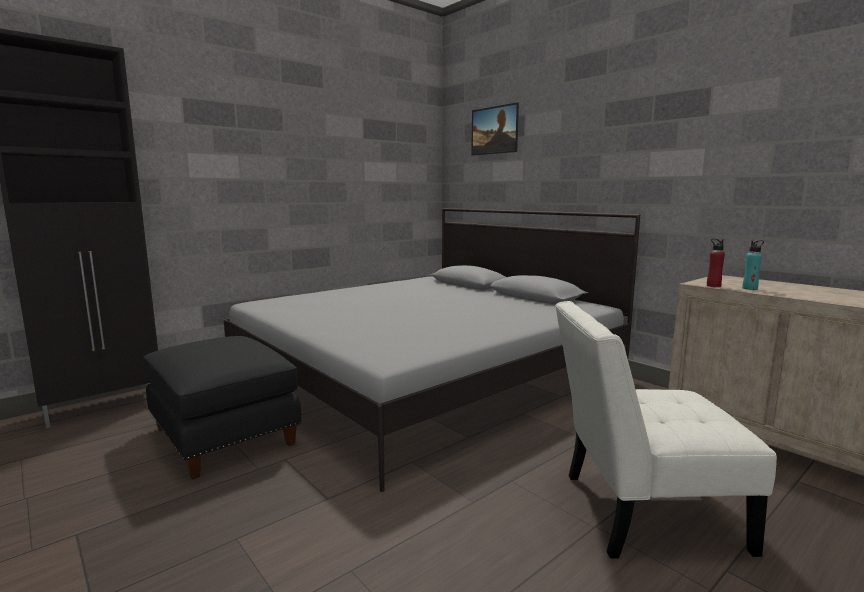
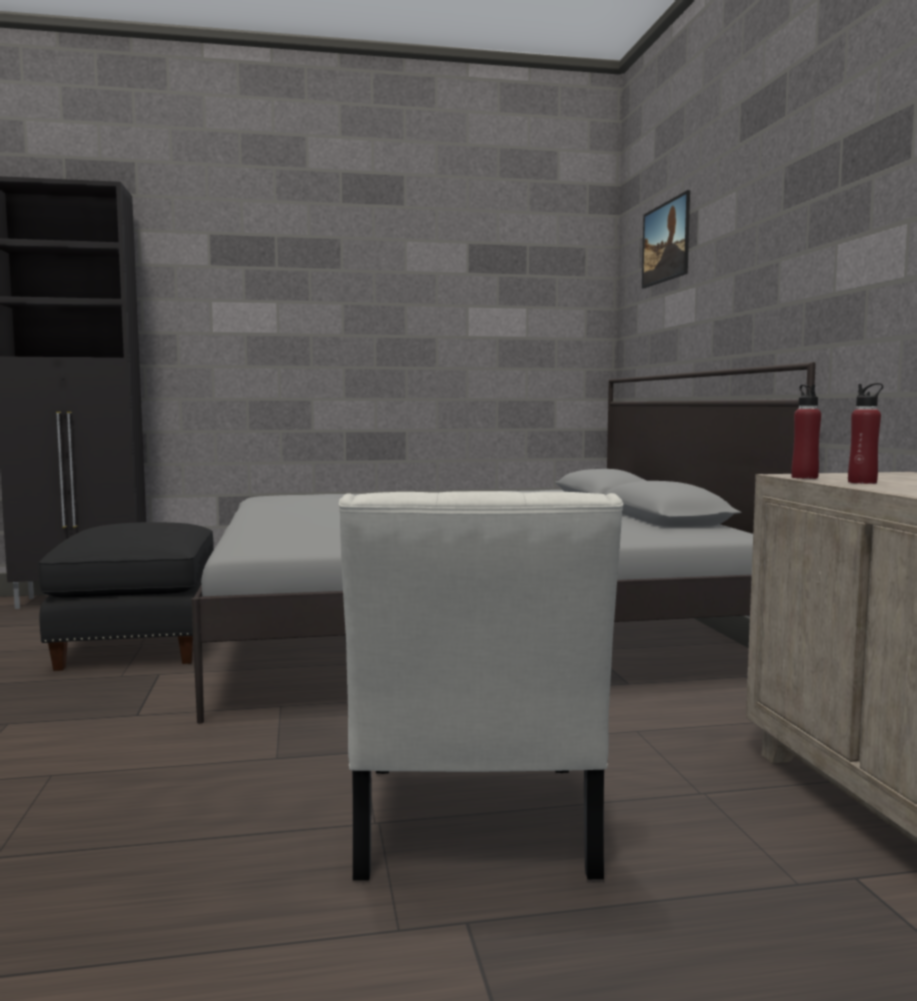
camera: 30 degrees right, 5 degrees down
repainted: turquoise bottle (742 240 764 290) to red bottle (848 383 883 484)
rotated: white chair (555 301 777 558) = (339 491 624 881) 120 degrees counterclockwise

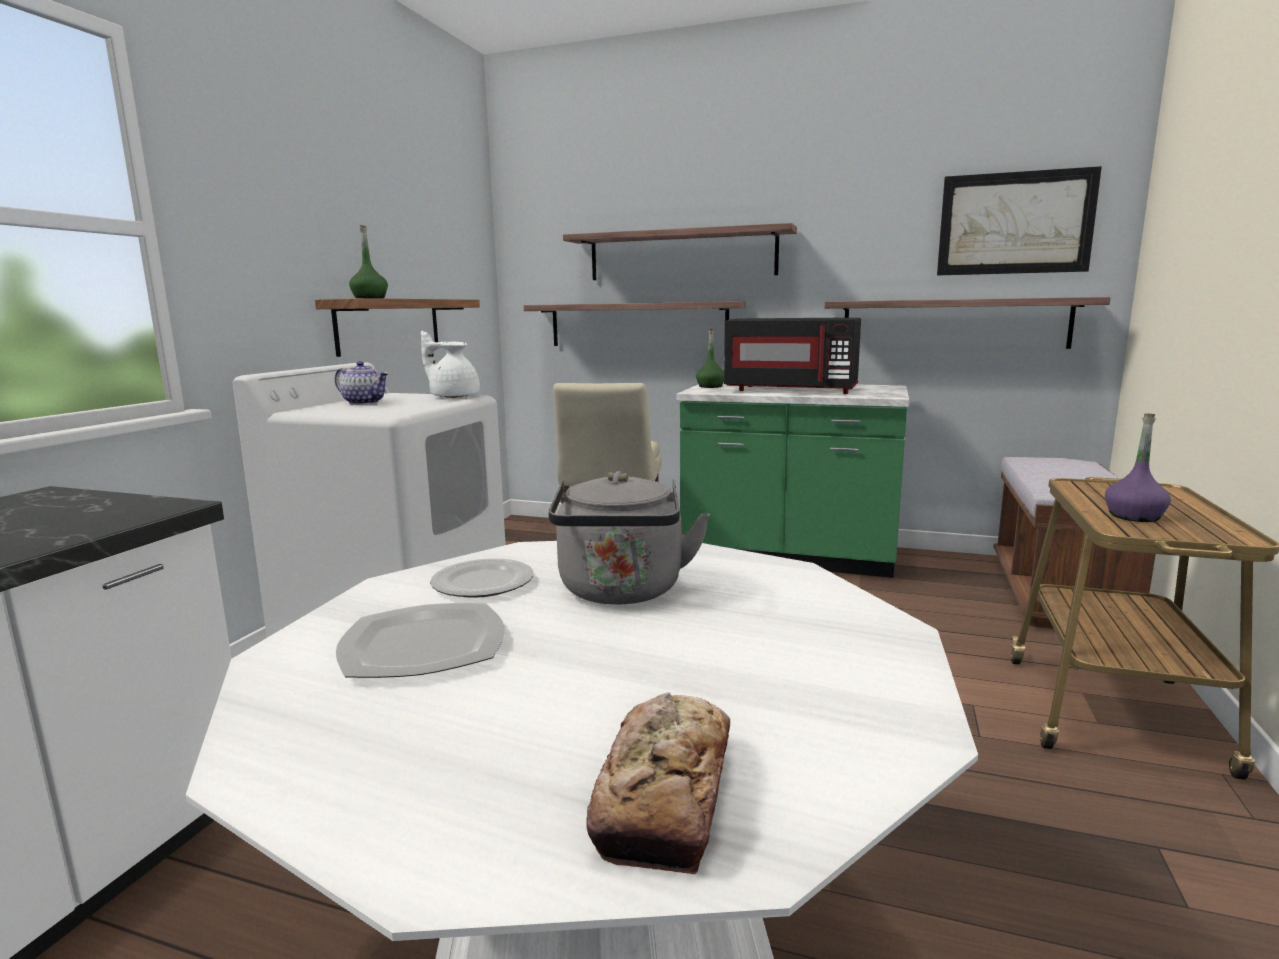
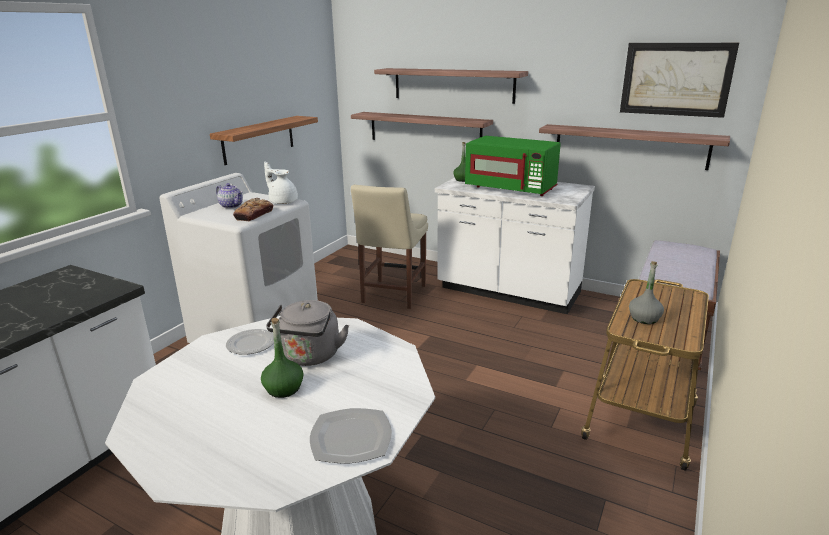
camera: 10 degrees right, 10 degrees up
shifted: green bottle (349 225 388 299) to (261 318 304 398); plate (336 603 505 678) to (310 408 392 463); bread (586 693 730 874) to (233 198 273 221)
repainted: black microwave (724 318 861 394) to green microwave (465 136 561 196); green counter (677 383 909 578) to white counter (435 178 595 314); purple bottle (1105 413 1171 522) to grey bottle (629 261 664 324)

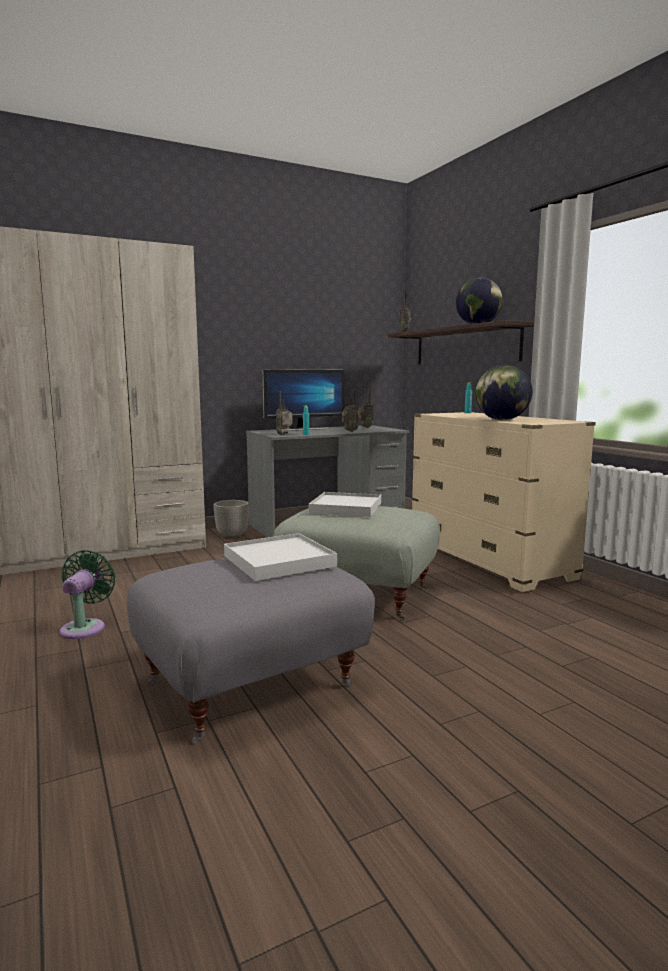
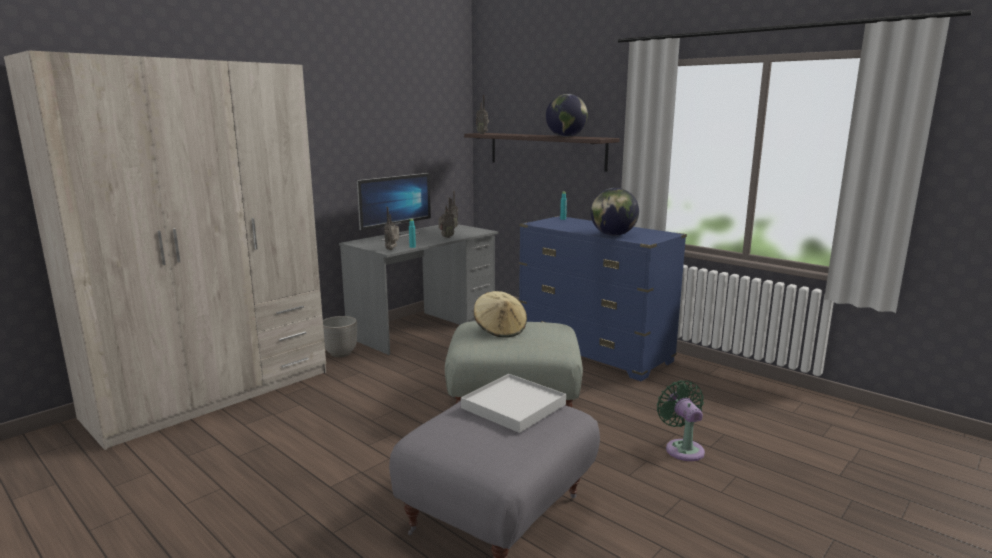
camera: 20 degrees left, 5 degrees up
shifted: green fan (60 550 116 639) to (657 380 705 461)
swapped: white tray (308 492 381 517) to beige hat (474 291 527 338)
repainted: beige dresser (412 412 596 592) to blue dresser (519 216 687 381)

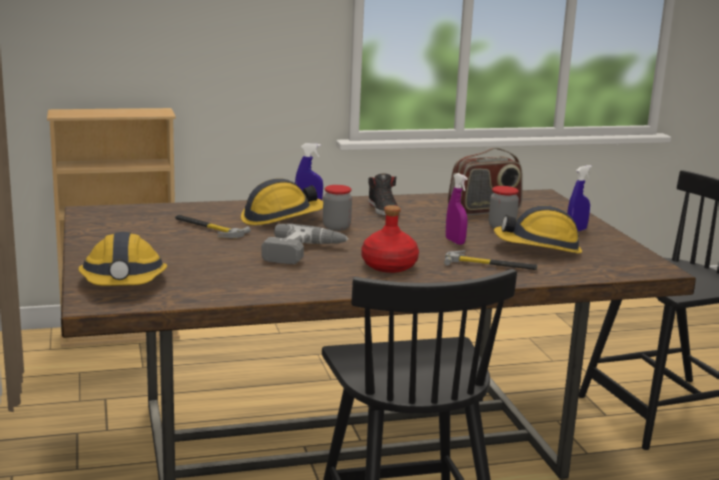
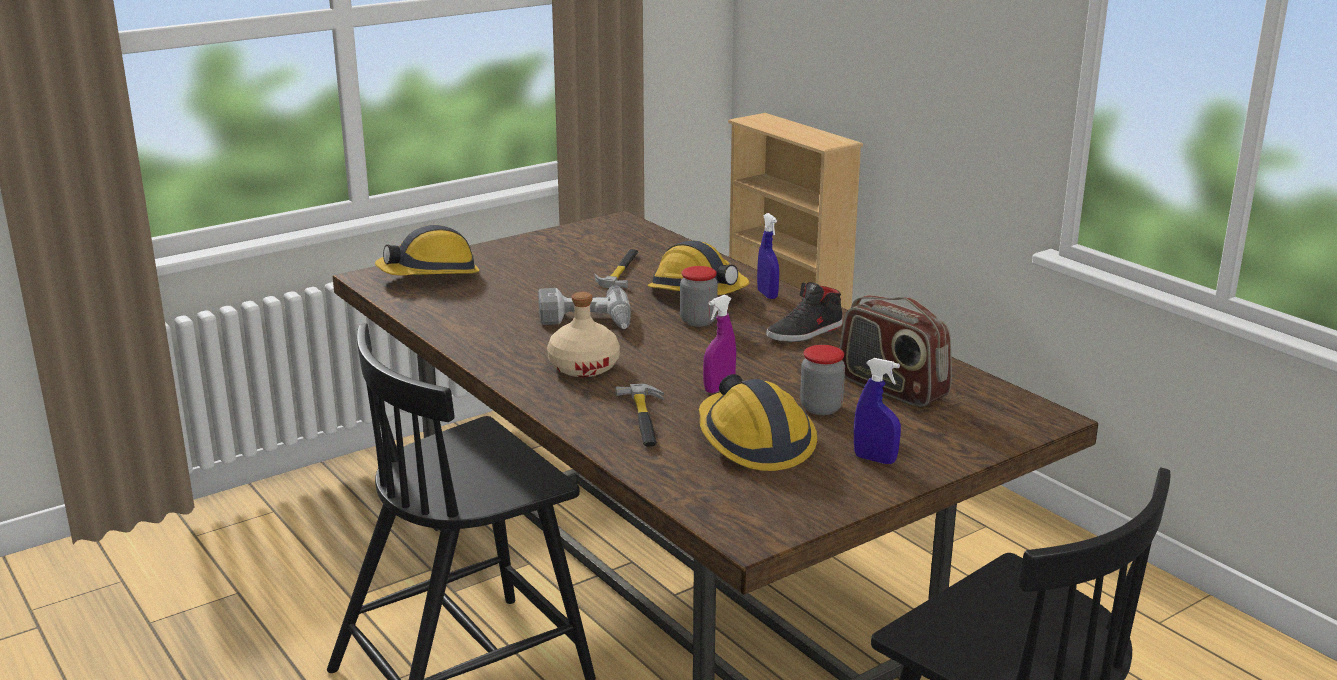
camera: 70 degrees right, 5 degrees up
repainted: red bottle (361 205 419 273) to beige bottle (547 292 620 377)

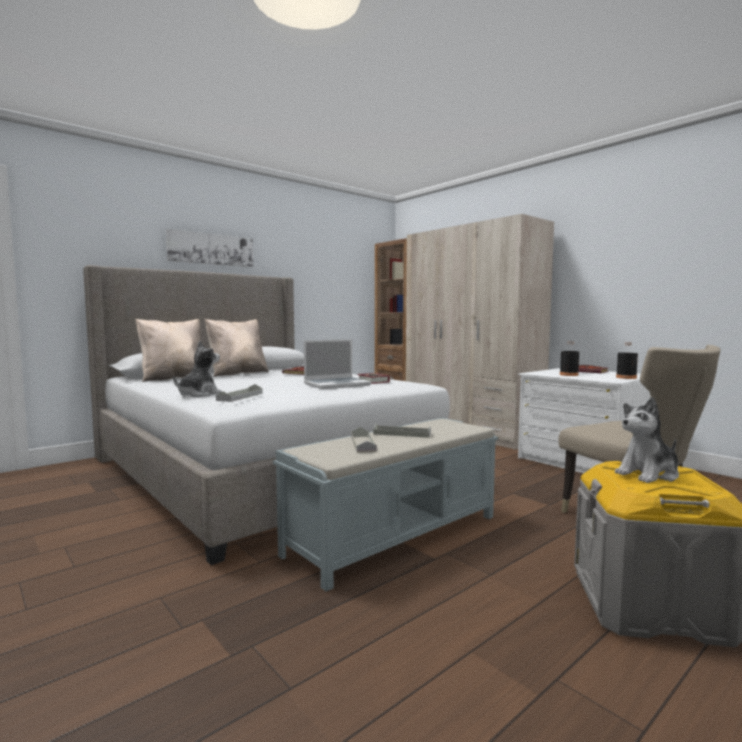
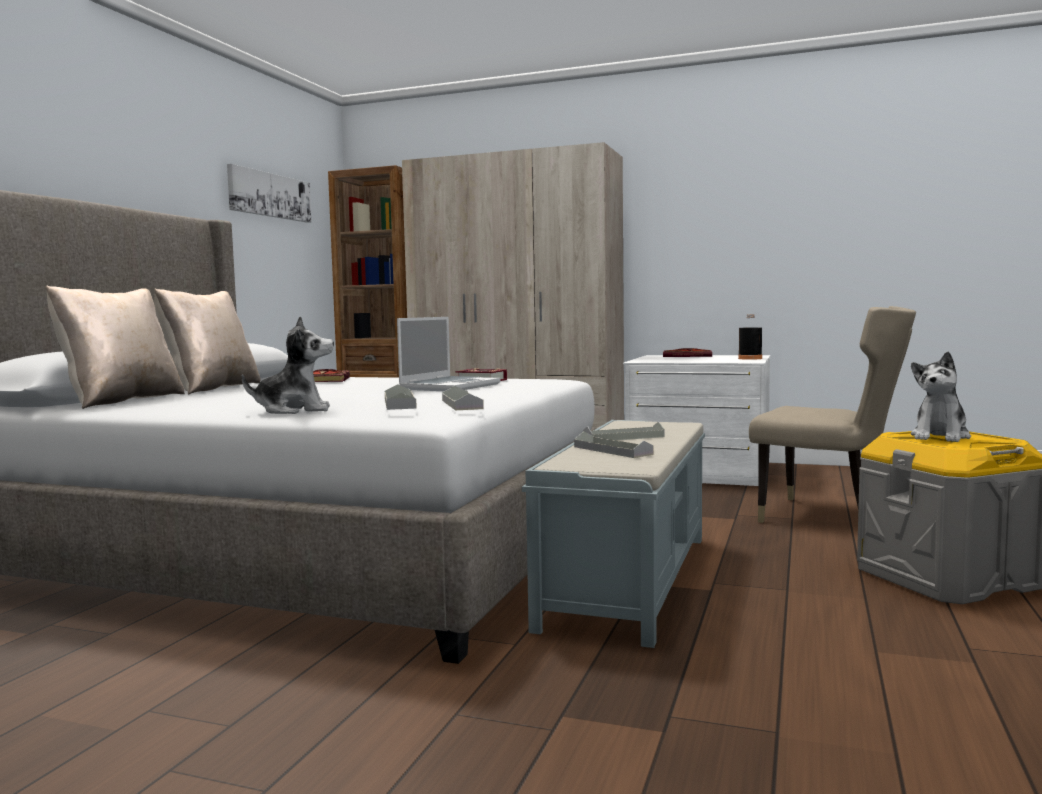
camera: 30 degrees left, 0 degrees up
gone: black bottle (560 341 579 376)
new: grey tray (442 386 484 410)
shifted: picture (166 229 253 267) to (227 164 311 223)
rotated: plush toy (173 341 222 397) = (242 316 334 414) 75 degrees clockwise

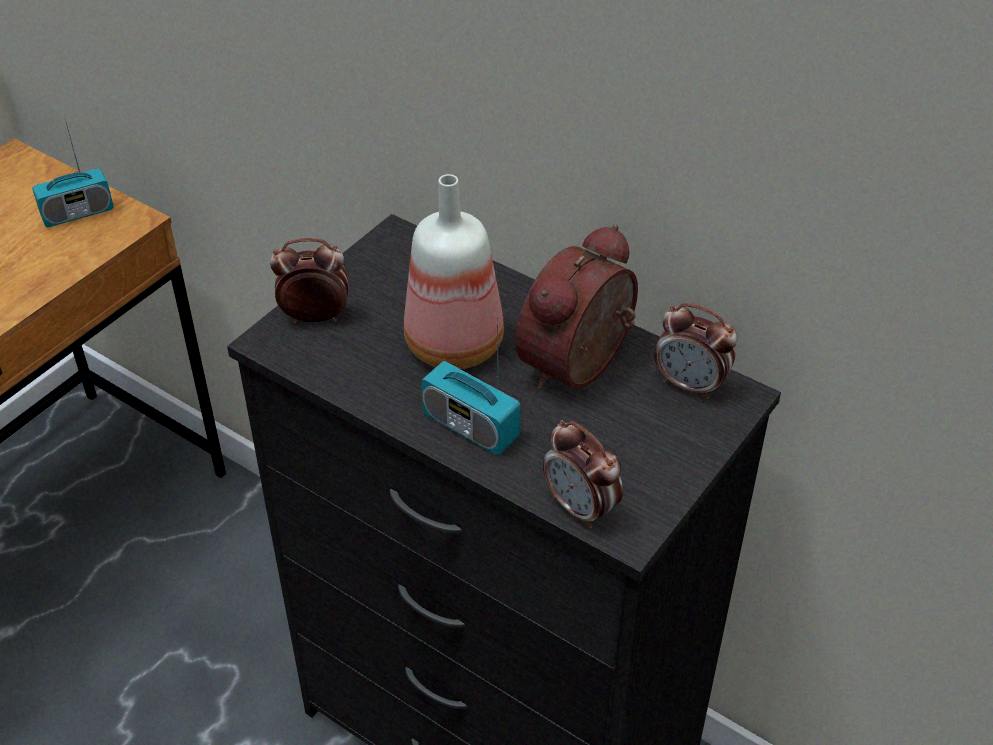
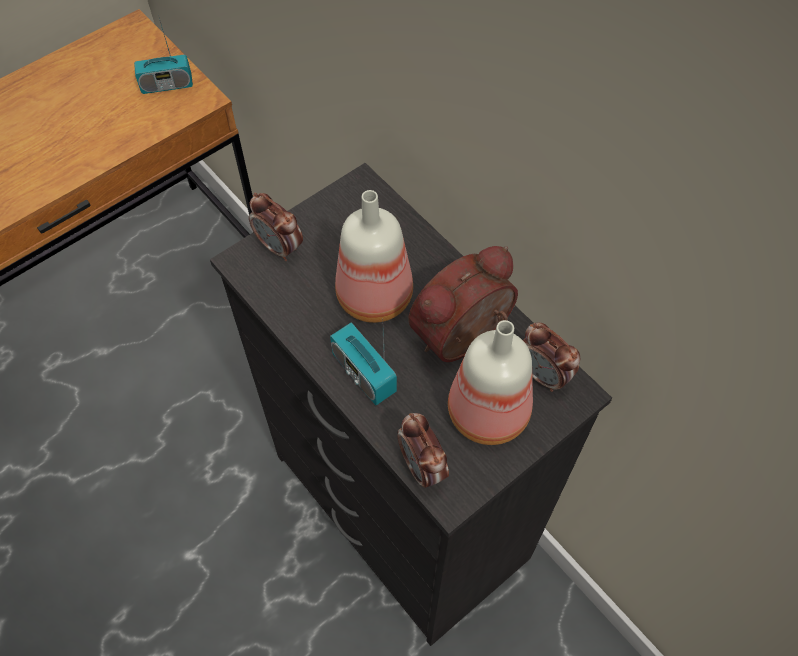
camera: 15 degrees right, 15 degrees up
new: bottle (448 320 533 445)
rotated: alarm clock (270 238 349 323) = (249 192 303 261) 150 degrees counterclockwise

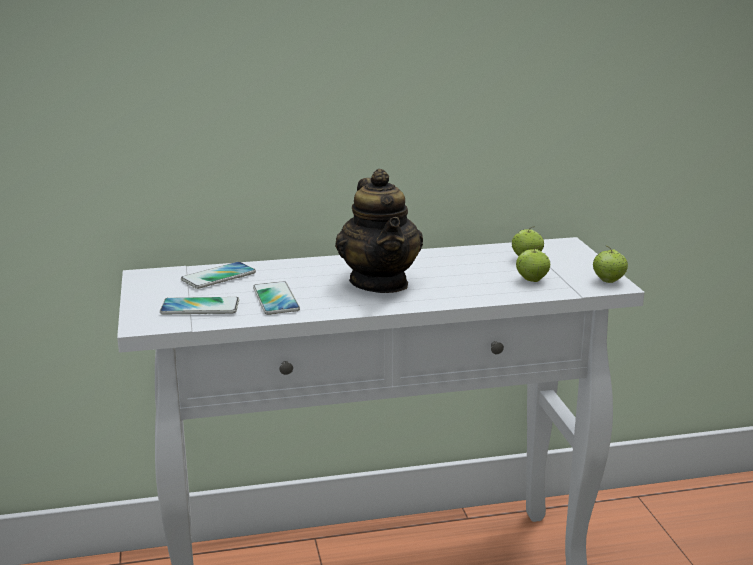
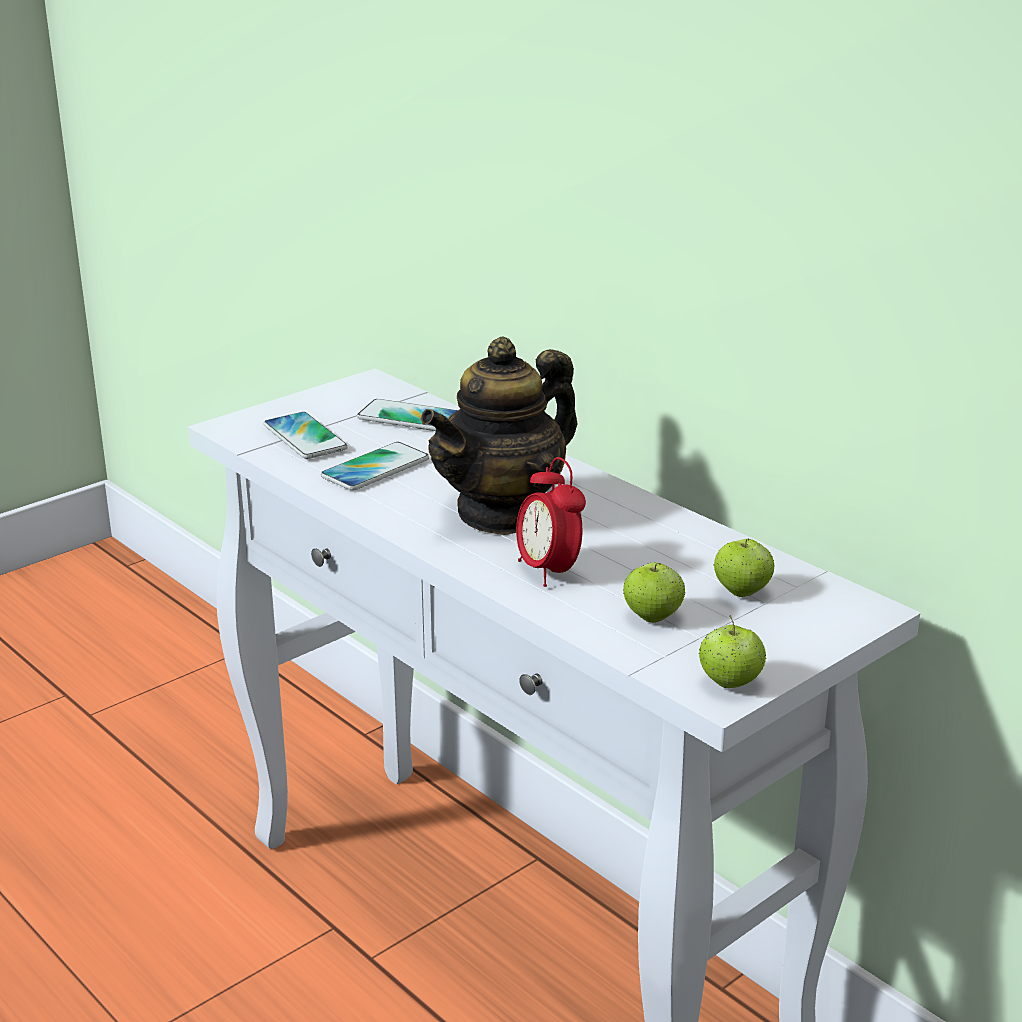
camera: 60 degrees right, 5 degrees up
new: alarm clock (516 457 586 587)

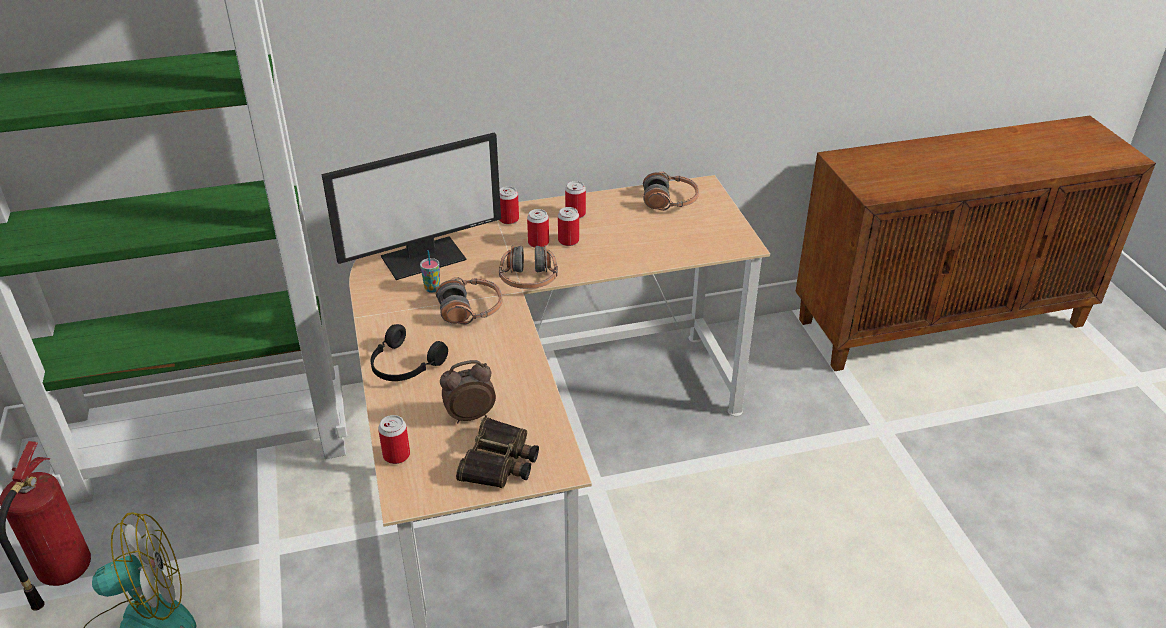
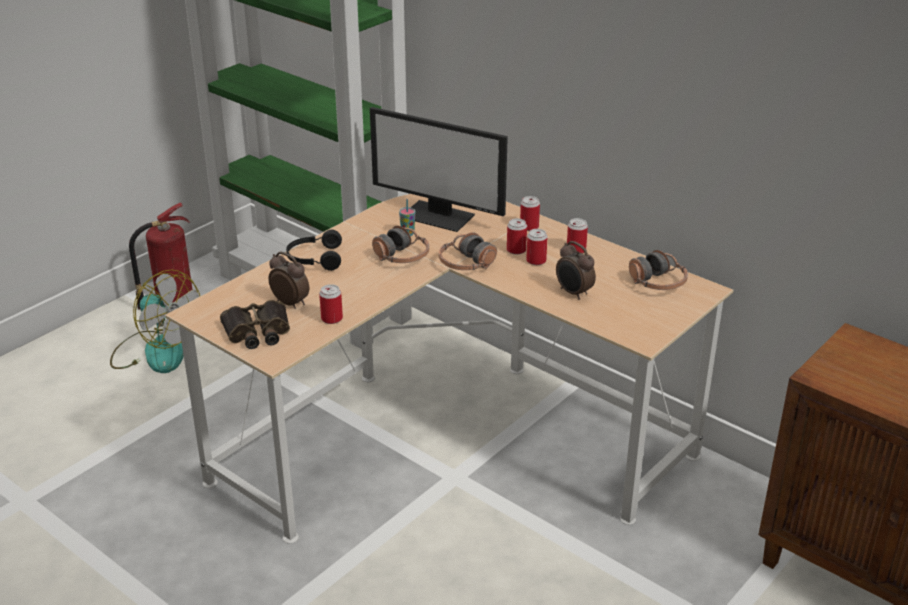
camera: 55 degrees right, 5 degrees down
new: alarm clock (556 241 596 300)
shifted: can (378 415 410 464) to (319 284 343 324)

